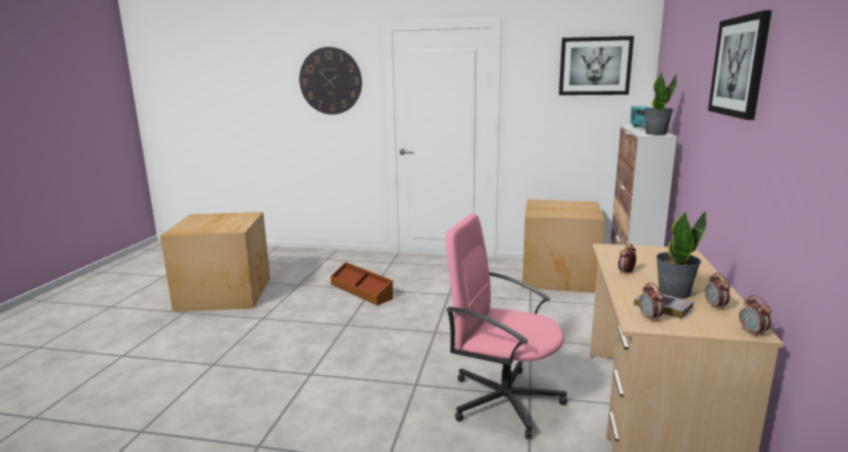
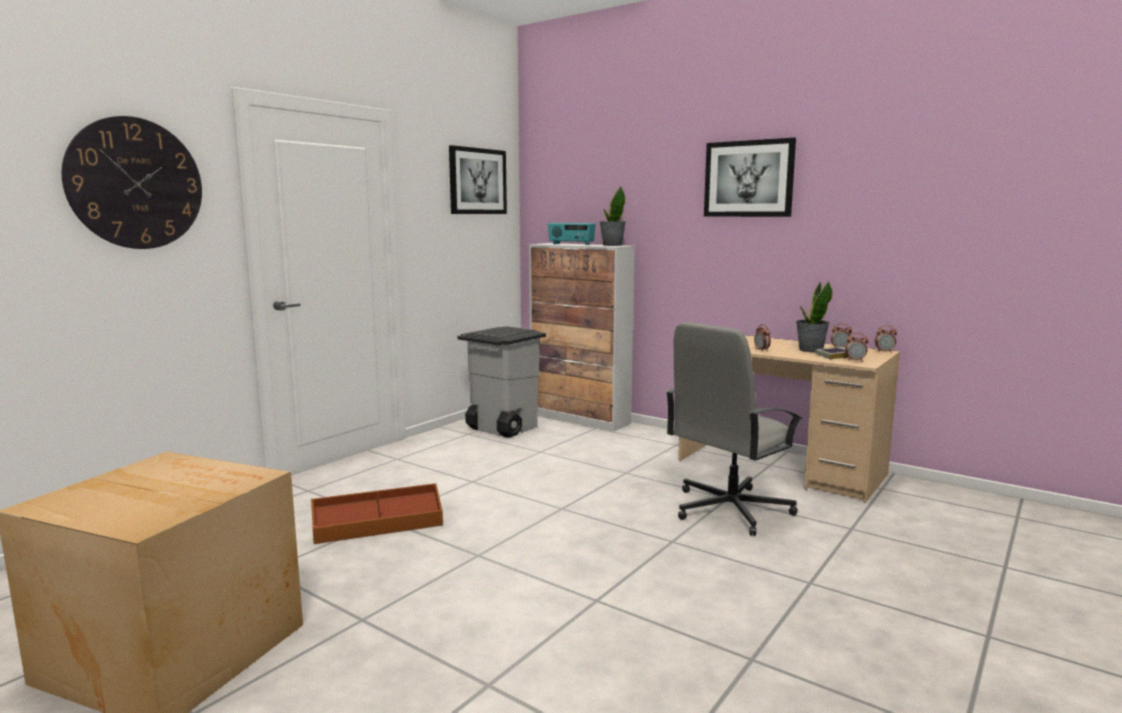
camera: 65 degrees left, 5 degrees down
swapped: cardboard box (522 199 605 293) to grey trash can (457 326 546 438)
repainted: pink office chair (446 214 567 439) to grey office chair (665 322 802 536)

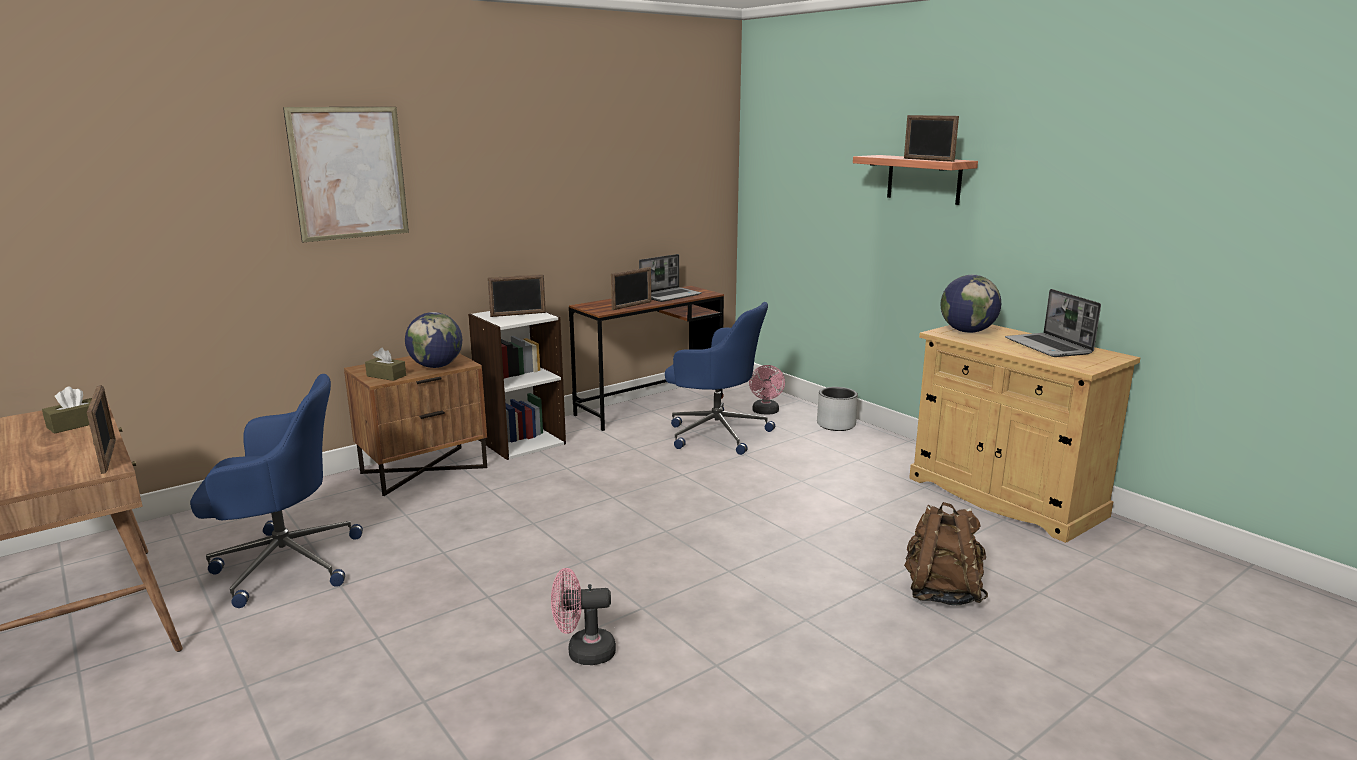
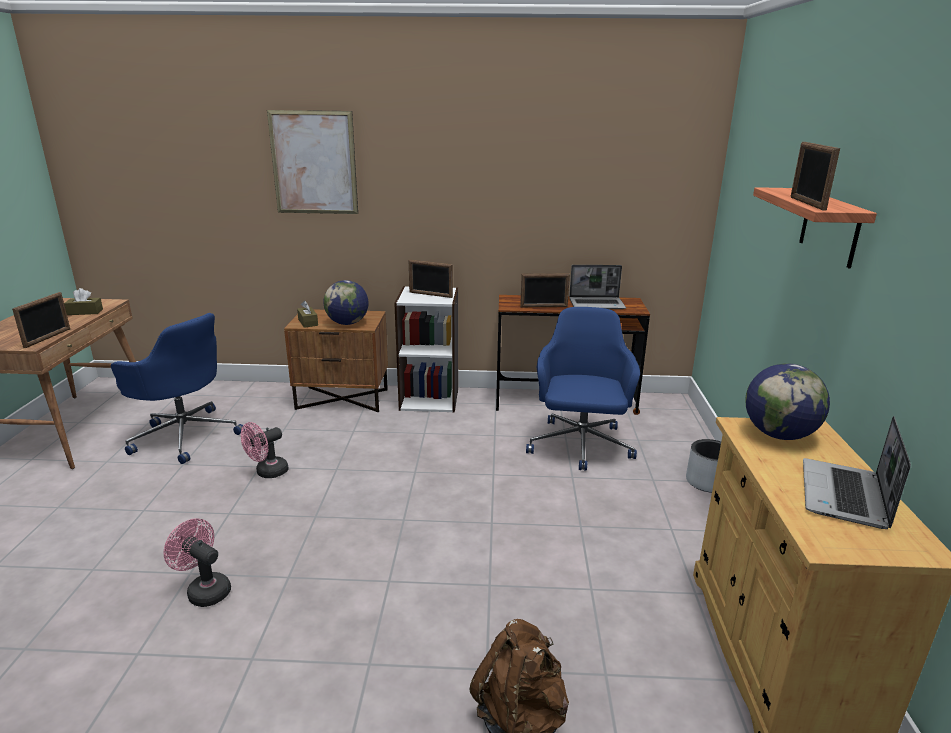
camera: 40 degrees right, 5 degrees up
shifted: pink fan (749 365 785 415) to (241 422 289 478)
rotated: blue office chair (665 302 775 455) = (526 307 640 471) 150 degrees counterclockwise

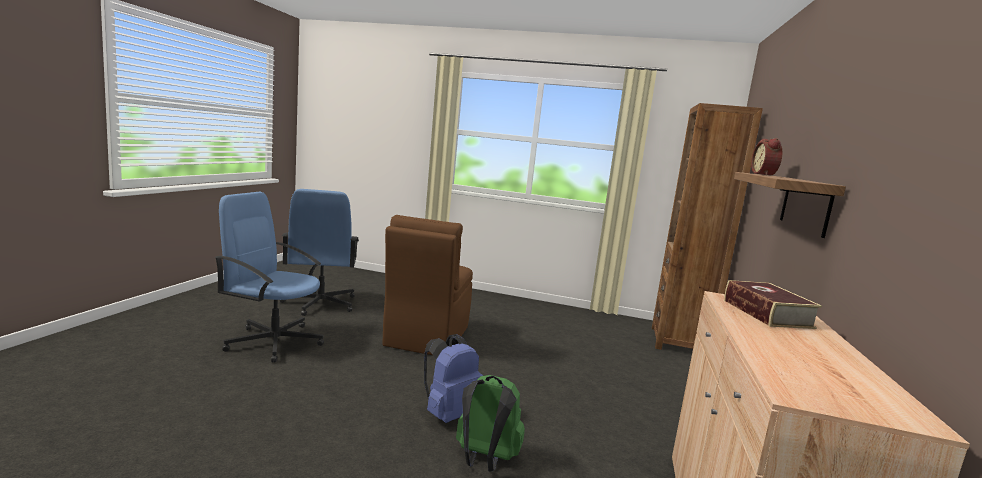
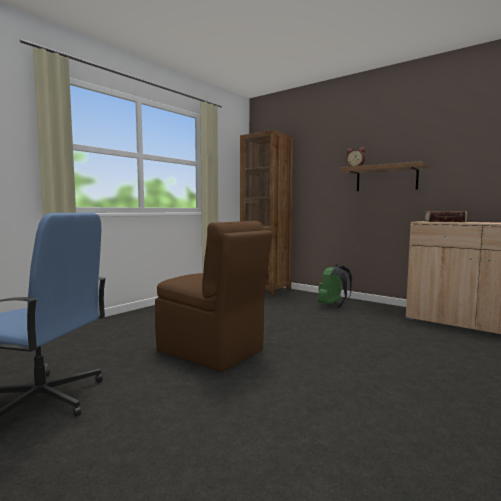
camera: 65 degrees left, 5 degrees down
gone: blue office chair (215 192 324 362); blue backpack (424 334 483 423)
shifted: green backpack (456 375 525 472) to (318 264 352 308)

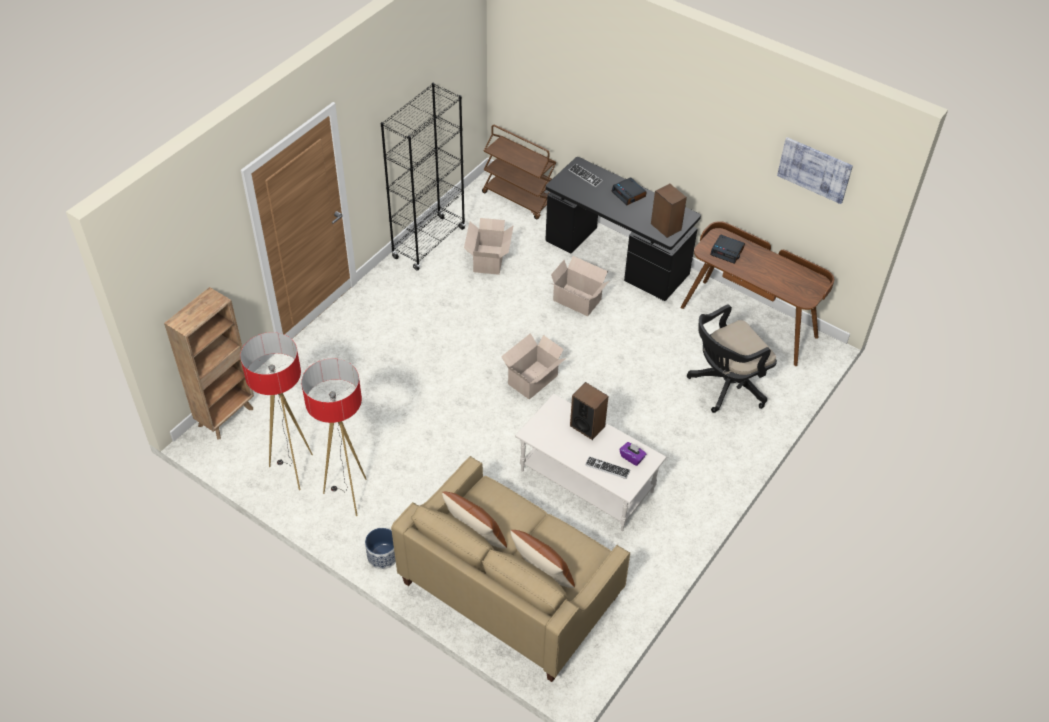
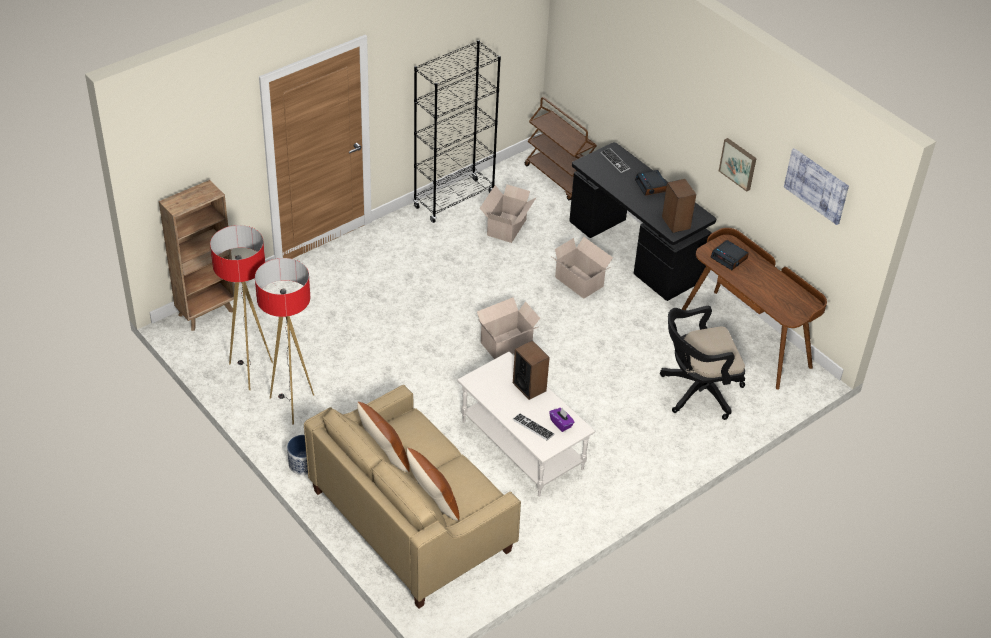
camera: 15 degrees right, 5 degrees down
new: picture (719 138 757 192)

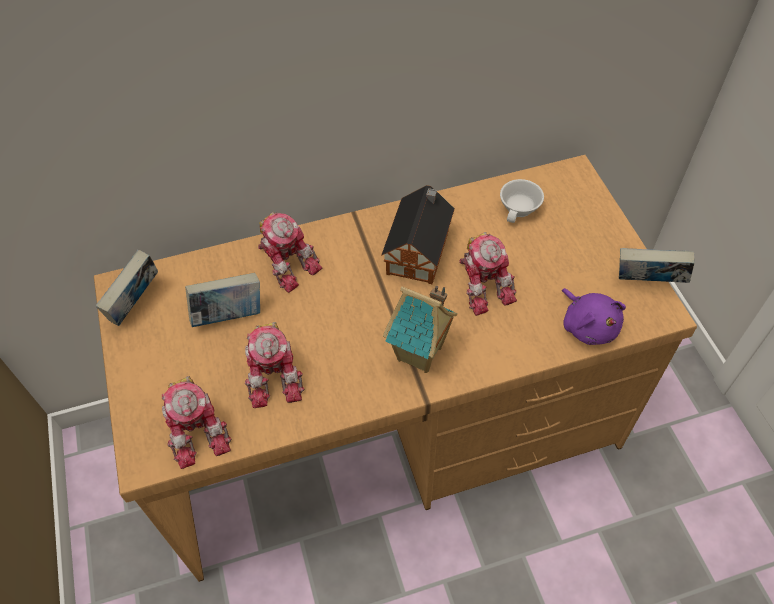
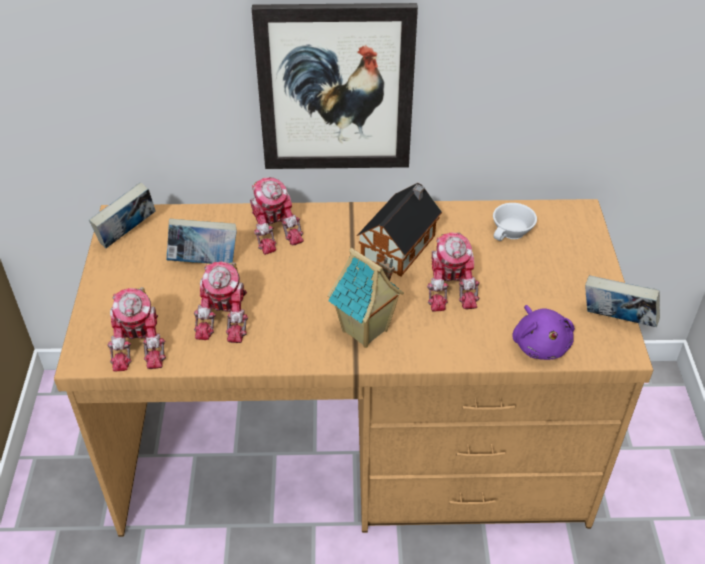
camera: 15 degrees right, 10 degrees down
new: picture (252 3 418 169)

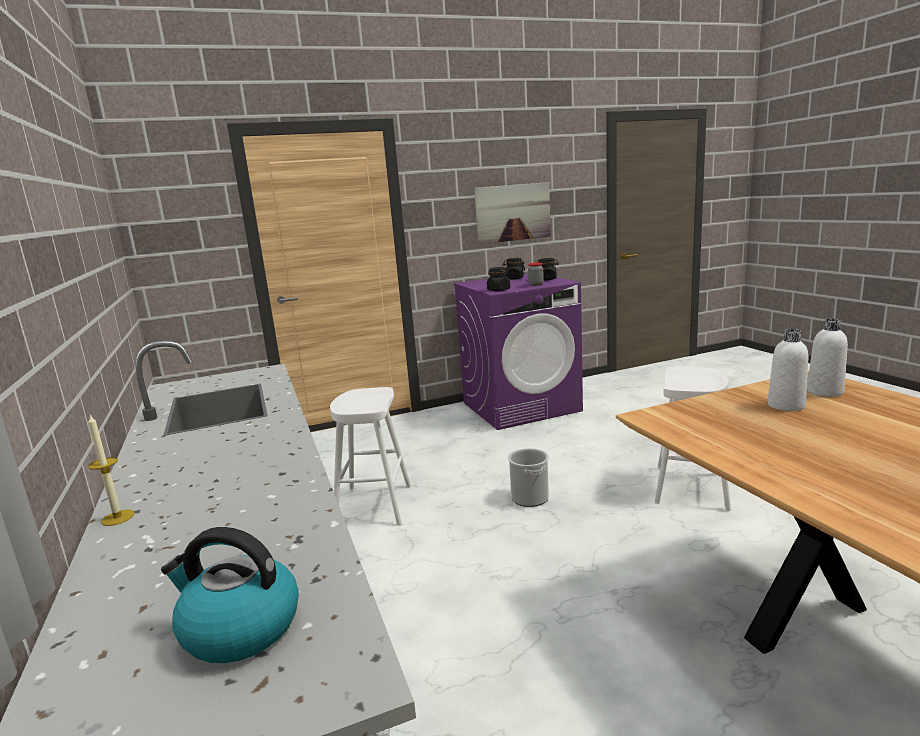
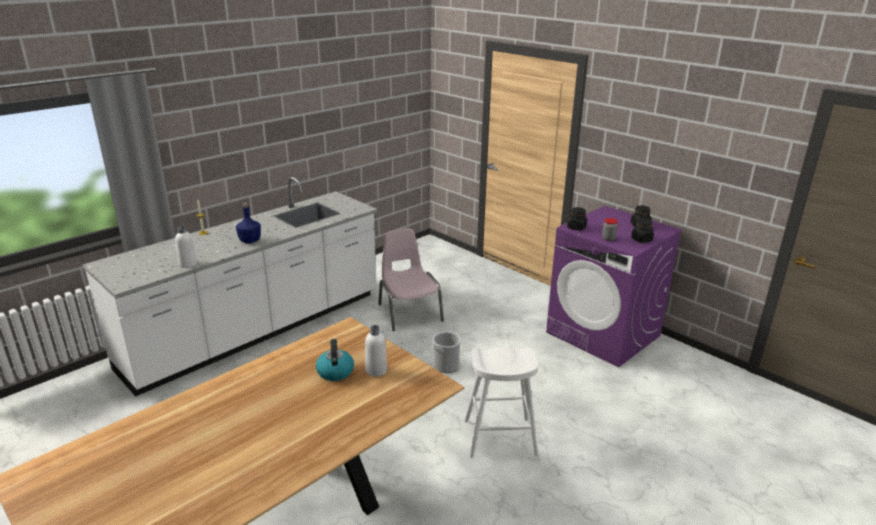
camera: 65 degrees right, 10 degrees up
gone: picture (474 182 551 244)
new: blue bottle (236 203 261 244)
shifted: white bottle (807 318 848 397) to (175 226 197 268); kettle (161 527 299 663) to (316 339 354 381)
swapped: white stool (330 387 411 525) to pink chair (378 229 444 331)

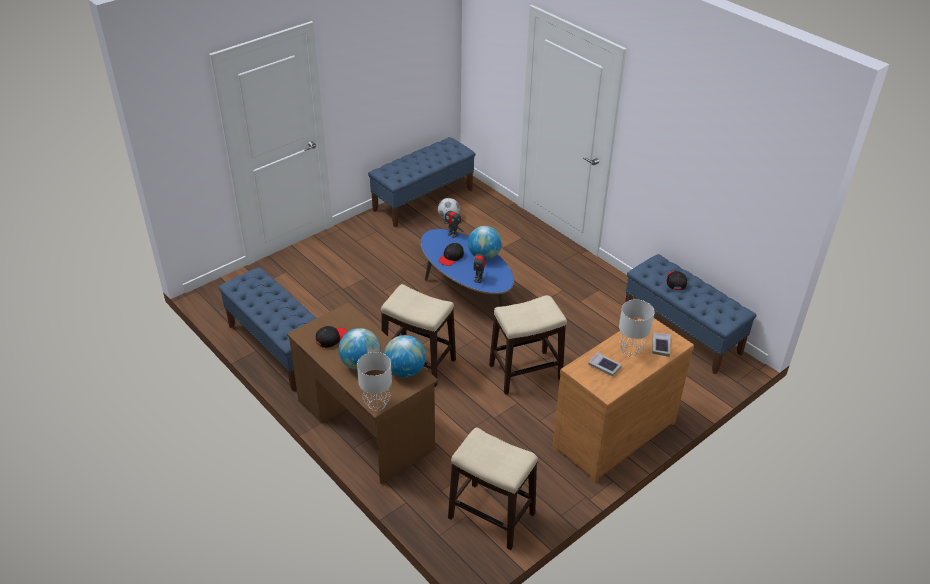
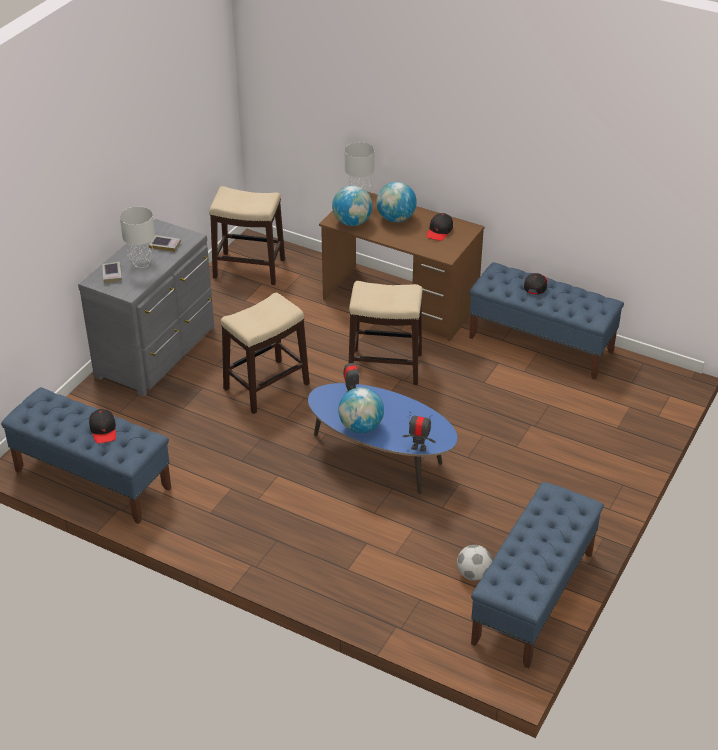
camera: 160 degrees right, 0 degrees up
shifted: black cap (439 243 464 266) to (524 273 548 294)
repainted: brown dresser (552 318 694 483) to grey dresser (78 219 214 397)

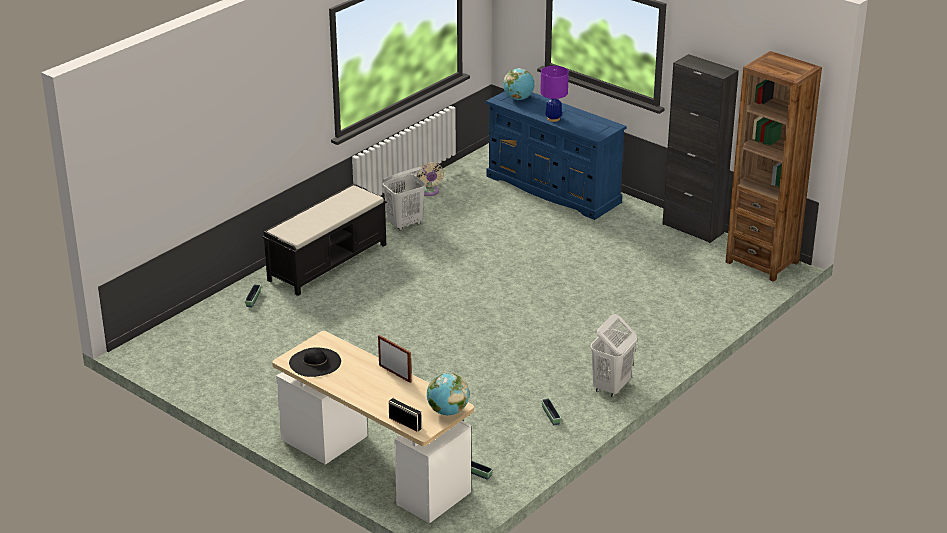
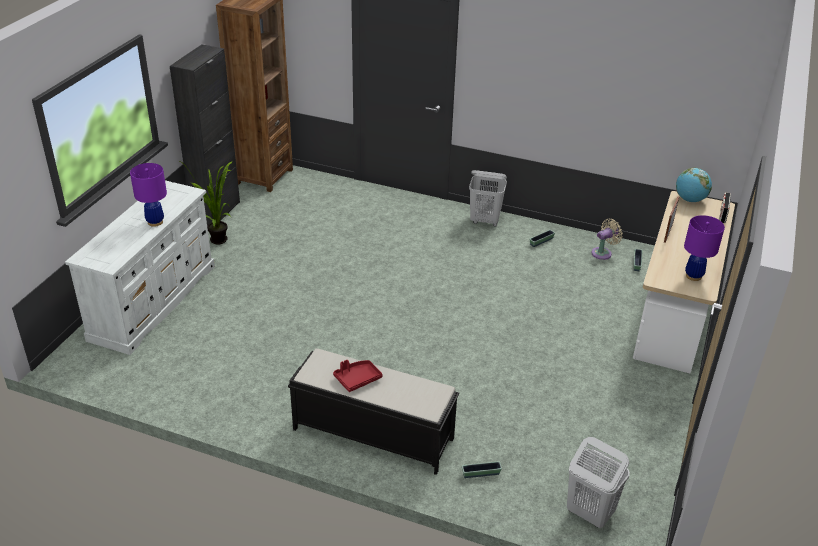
camera: 110 degrees left, 5 degrees up
gone: globe (503 68 535 100)
new: potted plant (186 161 233 245); red tray (333 360 383 392)
shifted: beige fan (417 162 444 196) to (591 219 623 260); white laundry basket (383 167 425 230) to (567 437 630 528)
swapped: black hat (289 347 341 377) to purple table lamp (684 215 725 281)
repainted: blue dresser (486 91 627 220) to white dresser (65 180 215 355)

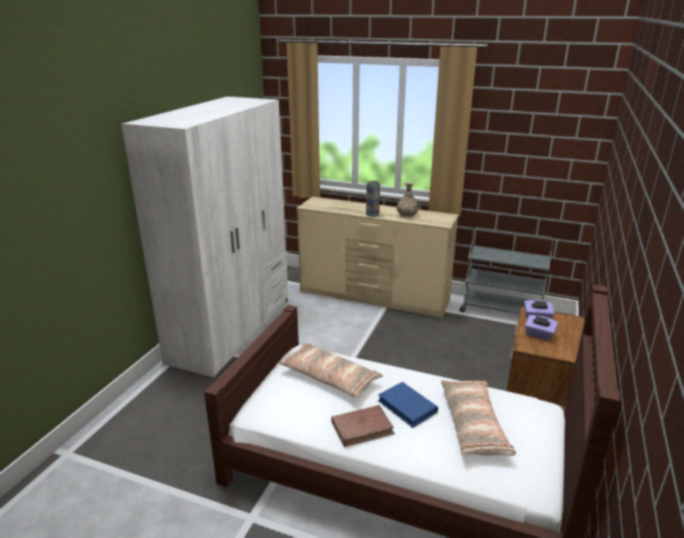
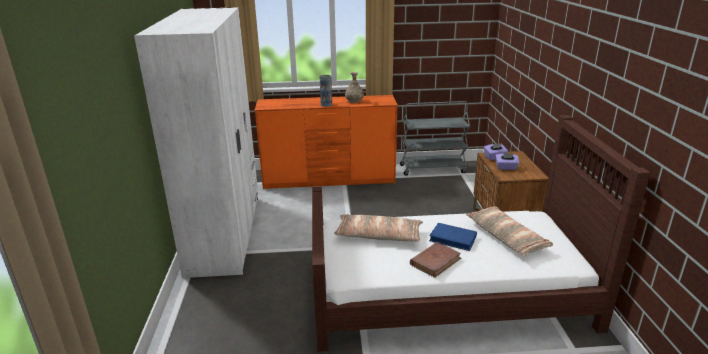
camera: 25 degrees left, 0 degrees up
repainted: beige dresser (296 197 459 318) to orange dresser (254 95 398 189)

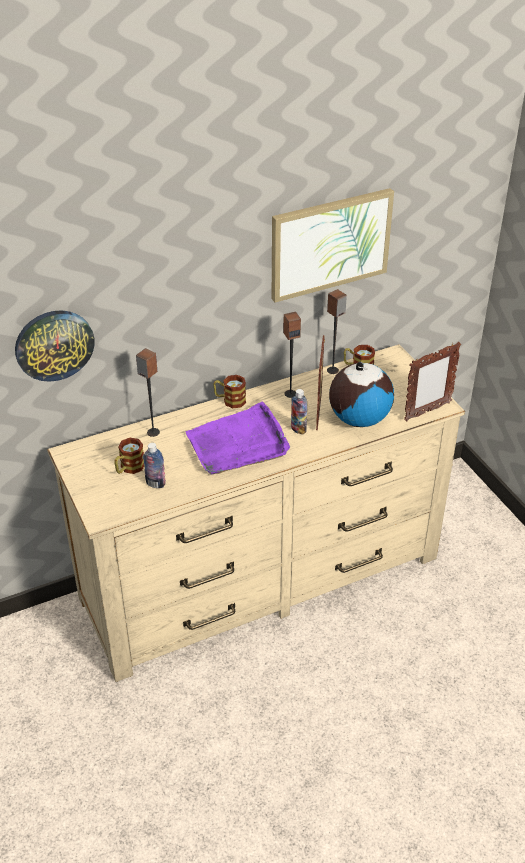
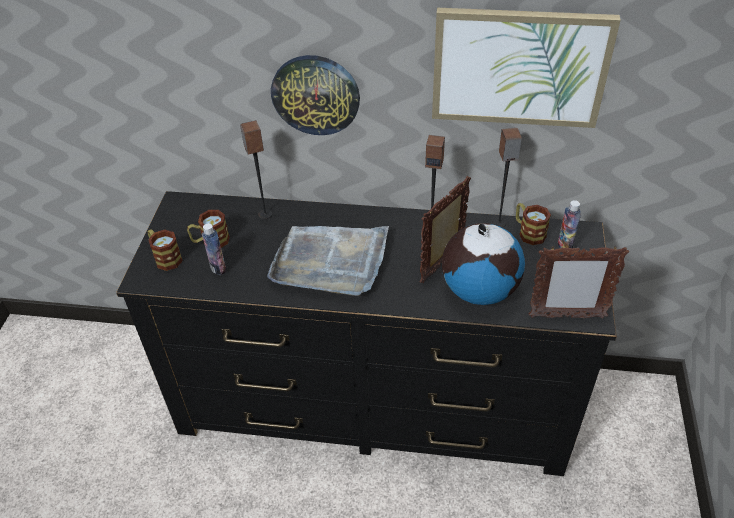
camera: 35 degrees right, 5 degrees up
shifted: wall clock (15 310 95 382) to (271 55 360 135); mug (213 375 246 408) to (148 229 183 271); bottle (291 389 307 435) to (558 200 581 248)
repainted: beige dresser (47 344 465 682) to black dresser (116 191 617 476); purple tray (186 401 290 475) to grey tray (267 226 389 296)

